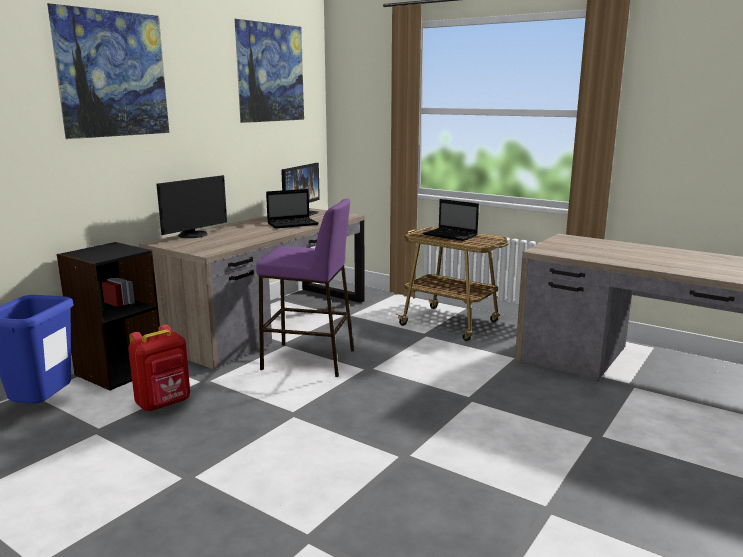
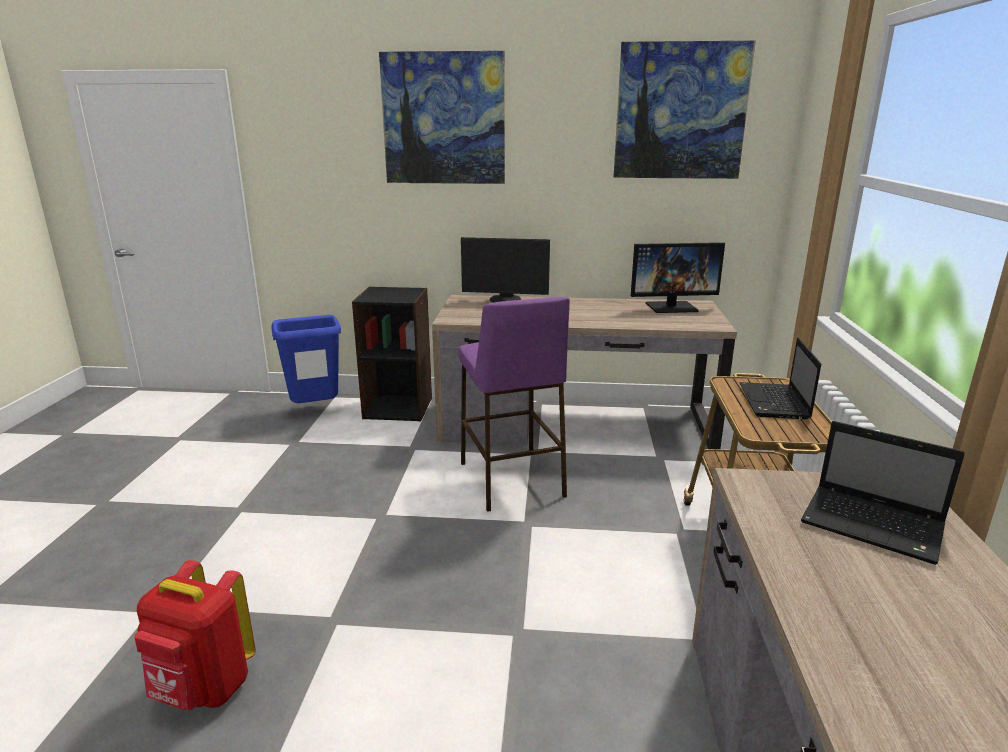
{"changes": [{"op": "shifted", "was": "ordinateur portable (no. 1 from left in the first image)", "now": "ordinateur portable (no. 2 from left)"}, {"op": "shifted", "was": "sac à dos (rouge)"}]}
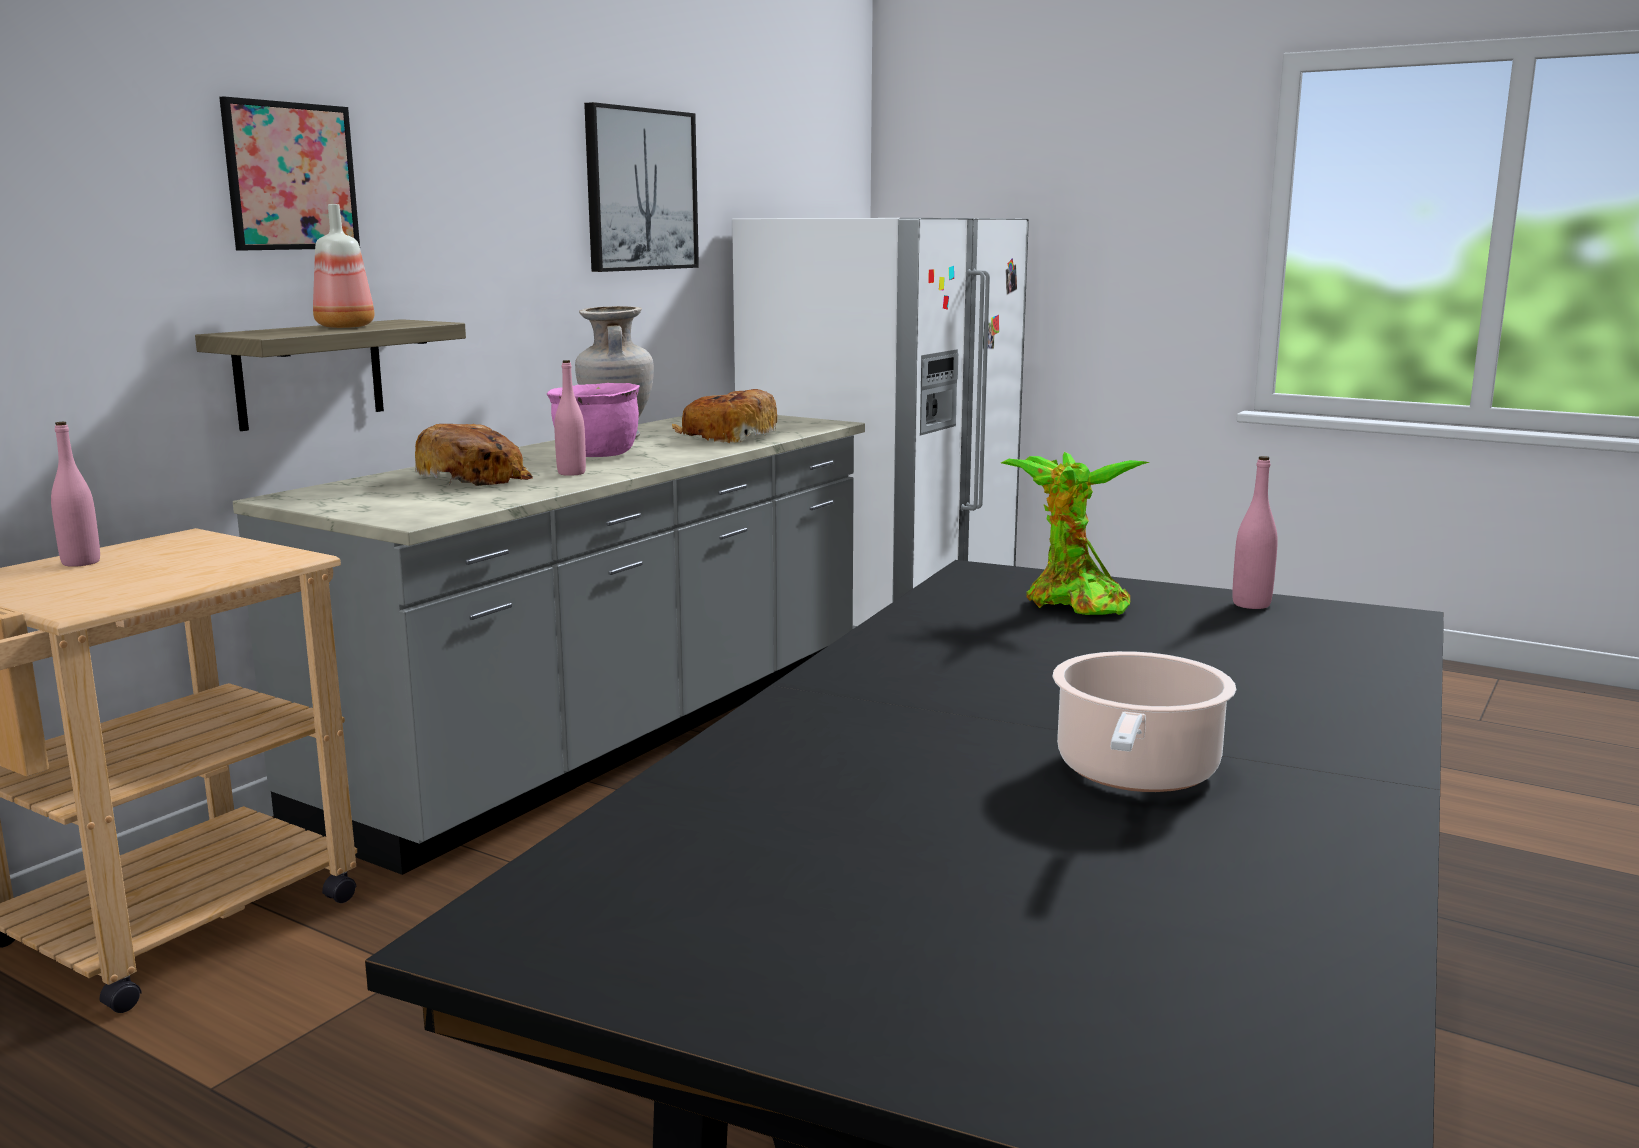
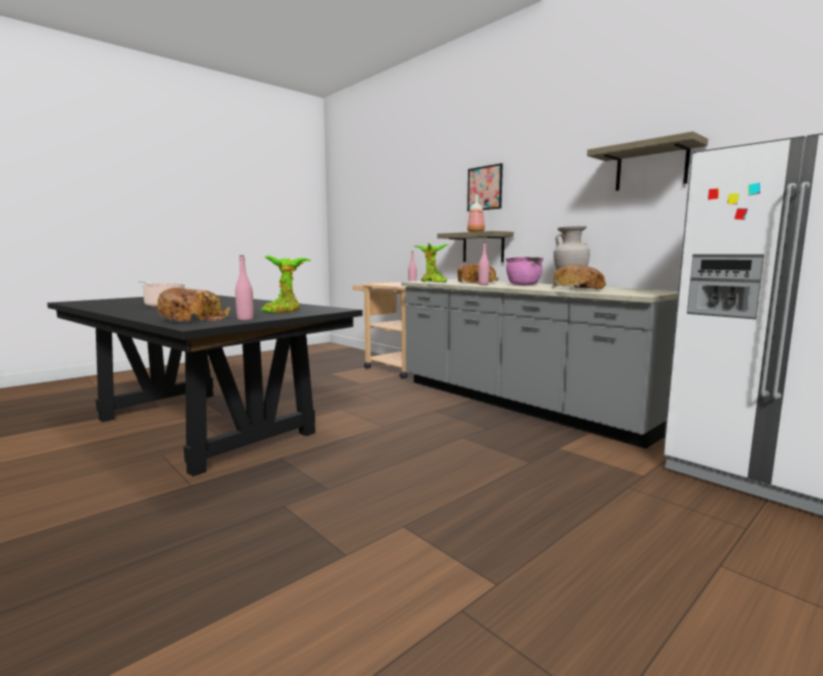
{"changes": [{"op": "swapped", "was": "tableau (no. 2 from left)", "now": "étagère (no. 2 from left)"}, {"op": "new", "now": "plante en pot (no. 2 from left)"}, {"op": "new", "now": "pain (no. 1 from left)"}]}
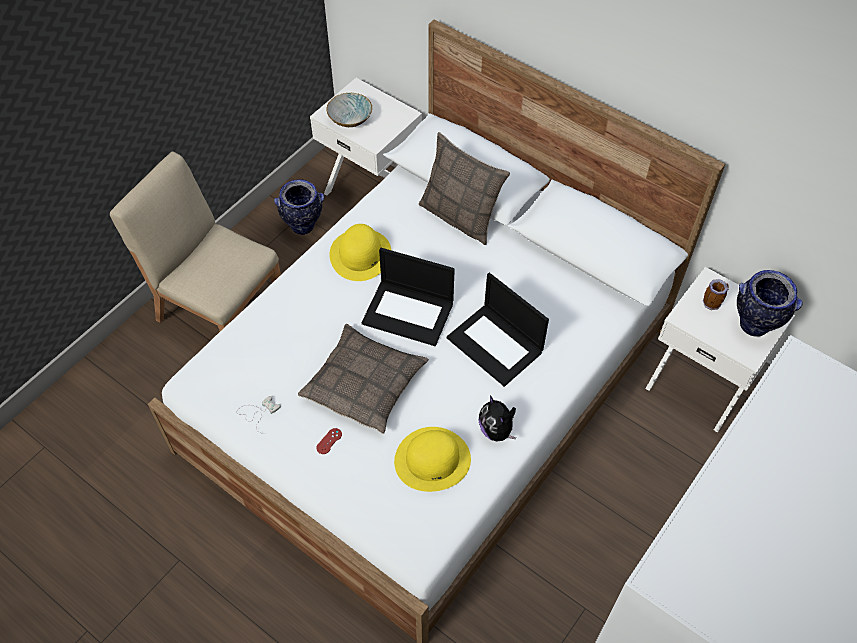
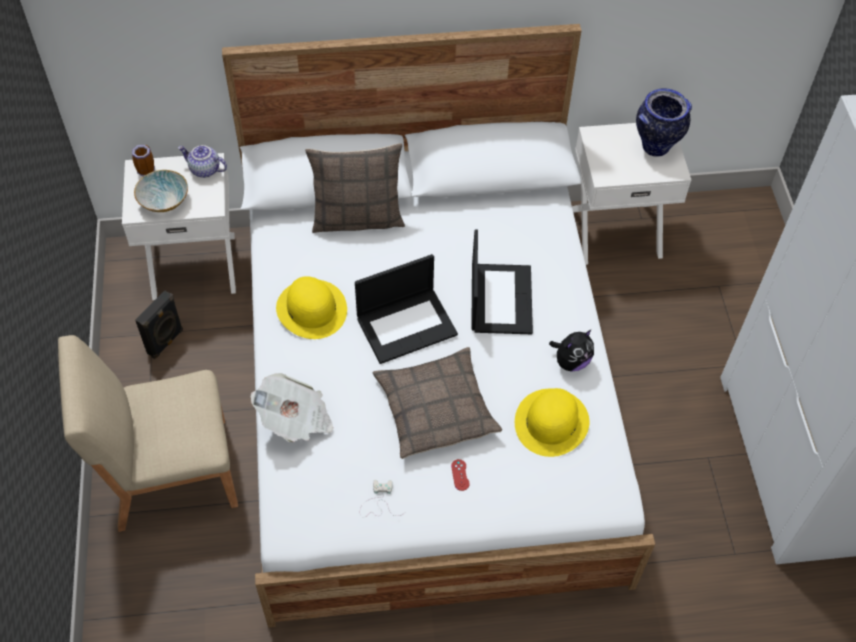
{"changes": [{"op": "swapped", "was": "vase (no. 1 from left)", "now": "enceinte (noir)"}, {"op": "rotated", "was": "ordinateur portable (no. 2 from left)", "clockwise": -90}, {"op": "shifted", "was": "mug"}, {"op": "rotated", "was": "peluche", "clockwise": -60}, {"op": "new", "now": "théière"}, {"op": "new", "now": "journal"}]}
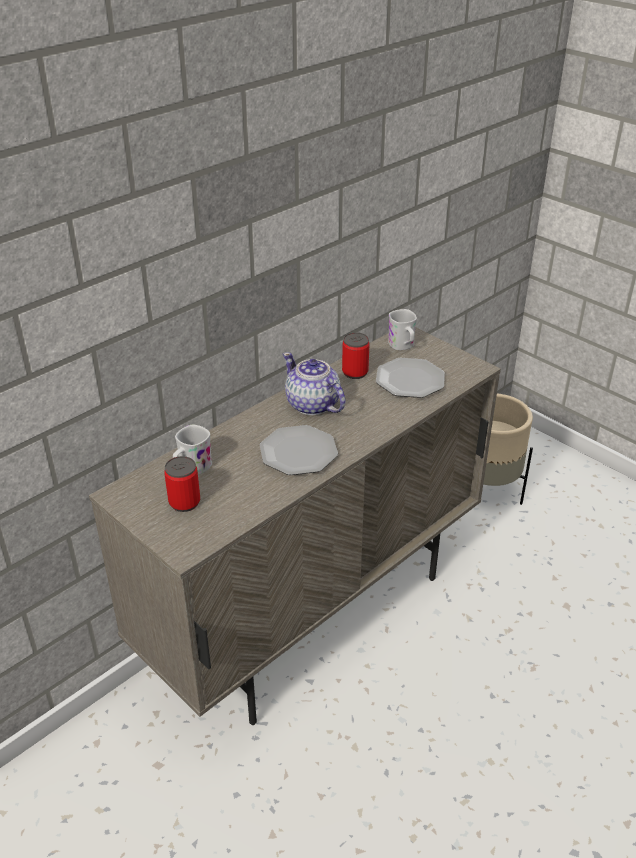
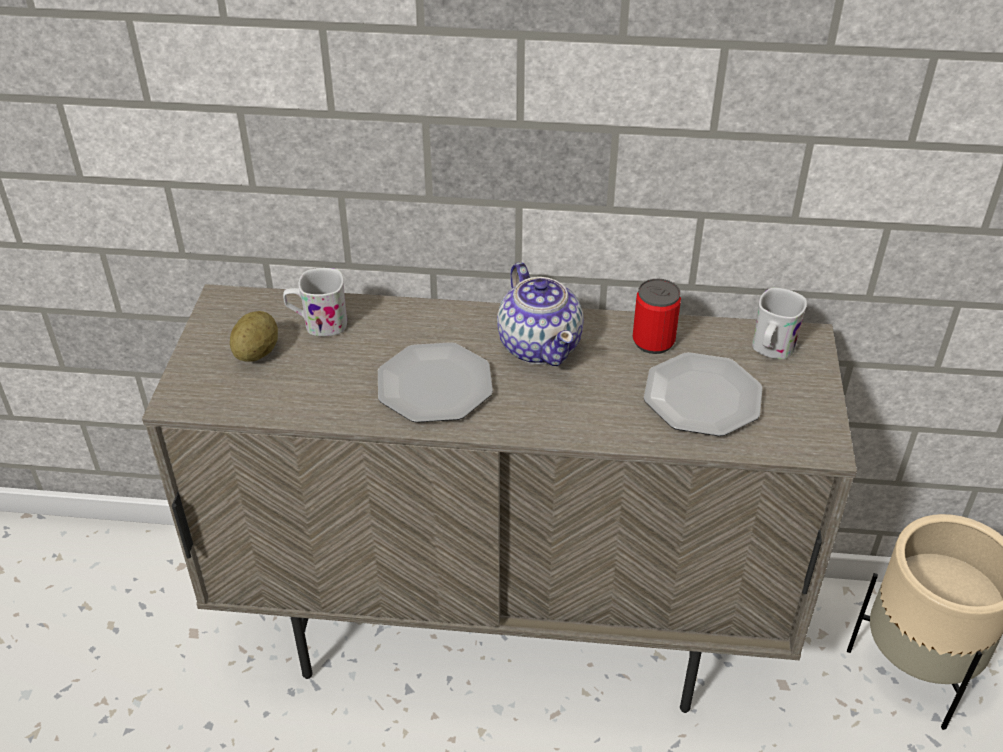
{"changes": [{"op": "rotated", "was": "théière", "clockwise": 150}, {"op": "swapped", "was": "boîte métallique (no. 1 from left)", "now": "pomme de terre"}]}
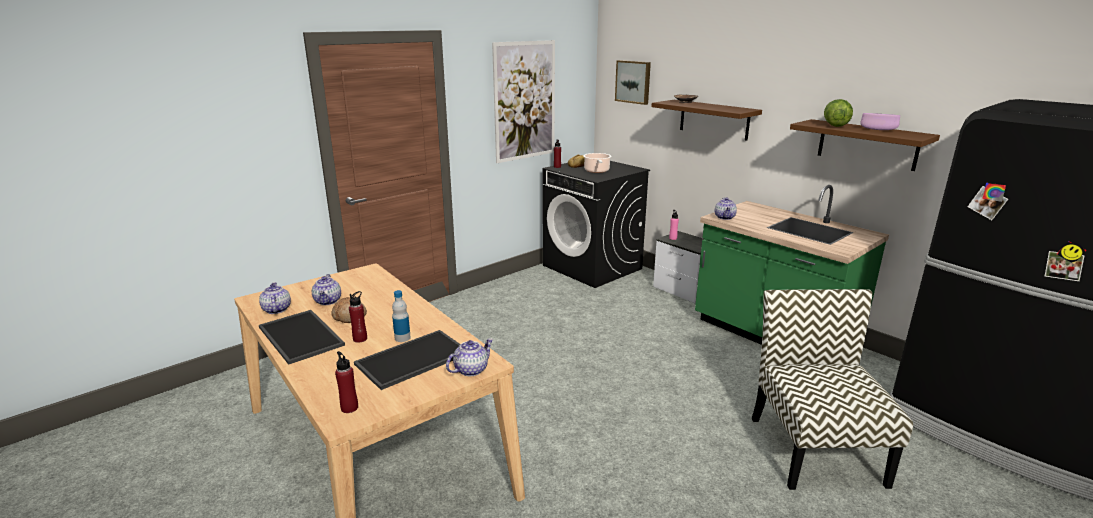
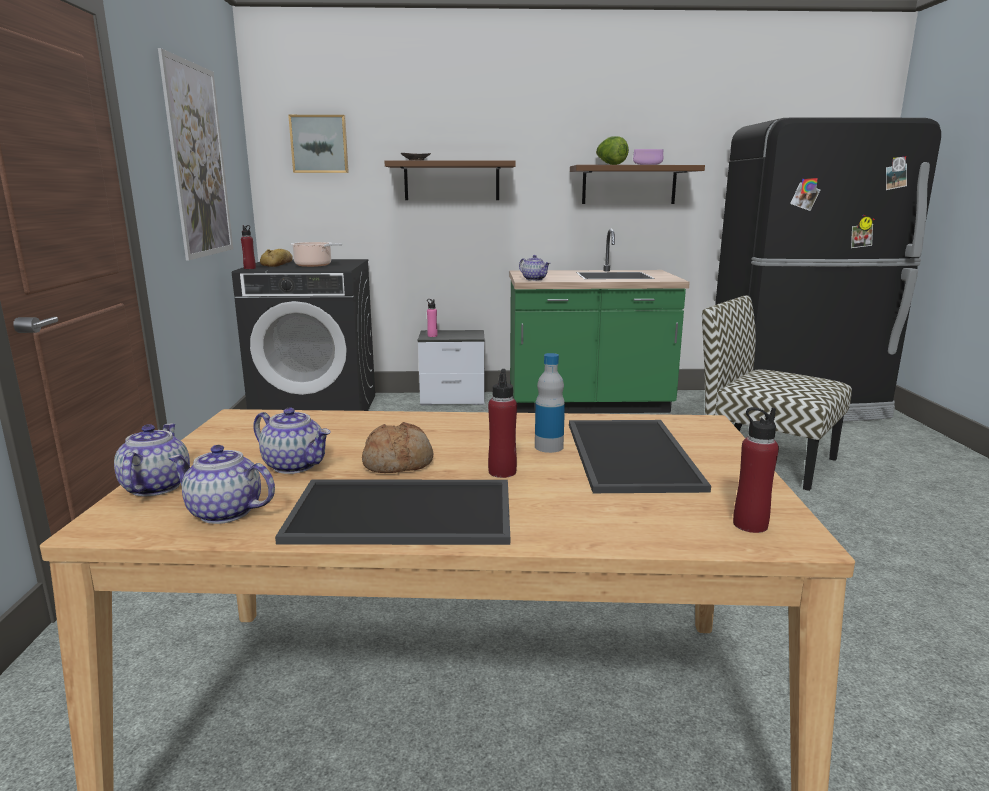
{"changes": [{"op": "shifted", "was": "théière (no. 3 from left in the first image)", "now": "théière (no. 1 from left)"}]}
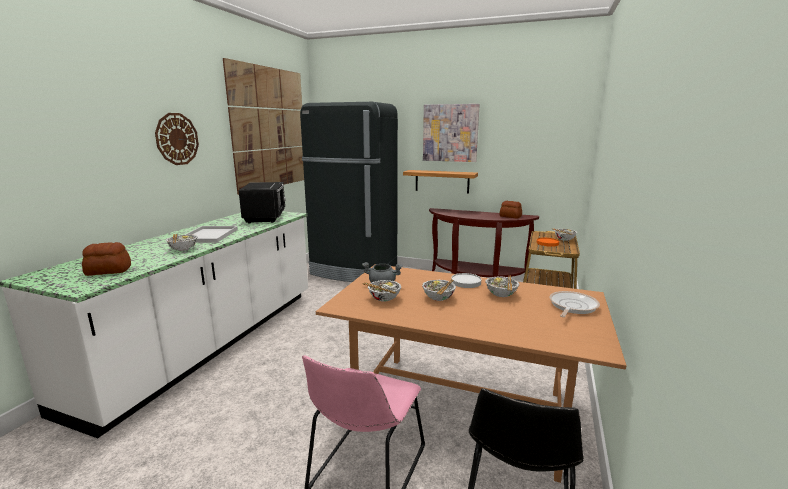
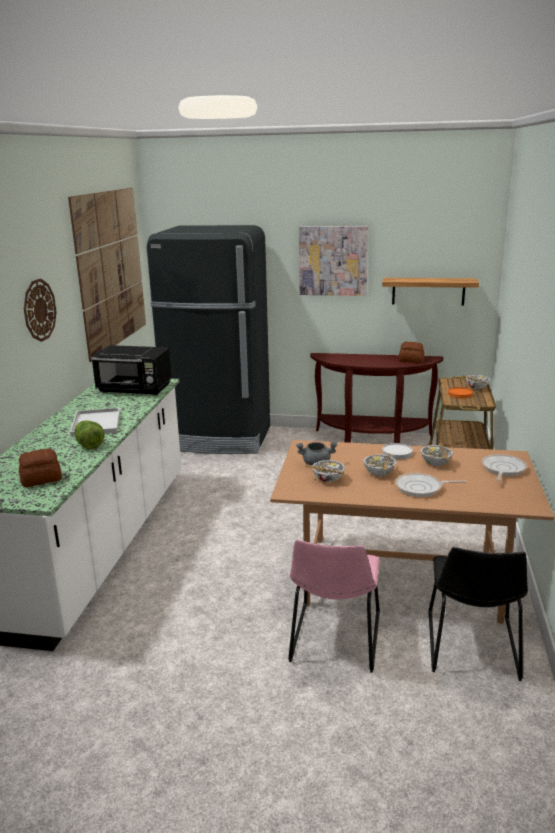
{"changes": [{"op": "shifted", "was": "étagère"}, {"op": "rotated", "was": "micro-ondes (noir)", "clockwise": 120}, {"op": "swapped", "was": "bol (no. 1 from left)", "now": "laitue"}, {"op": "new", "now": "poêle (no. 1 from left)"}]}
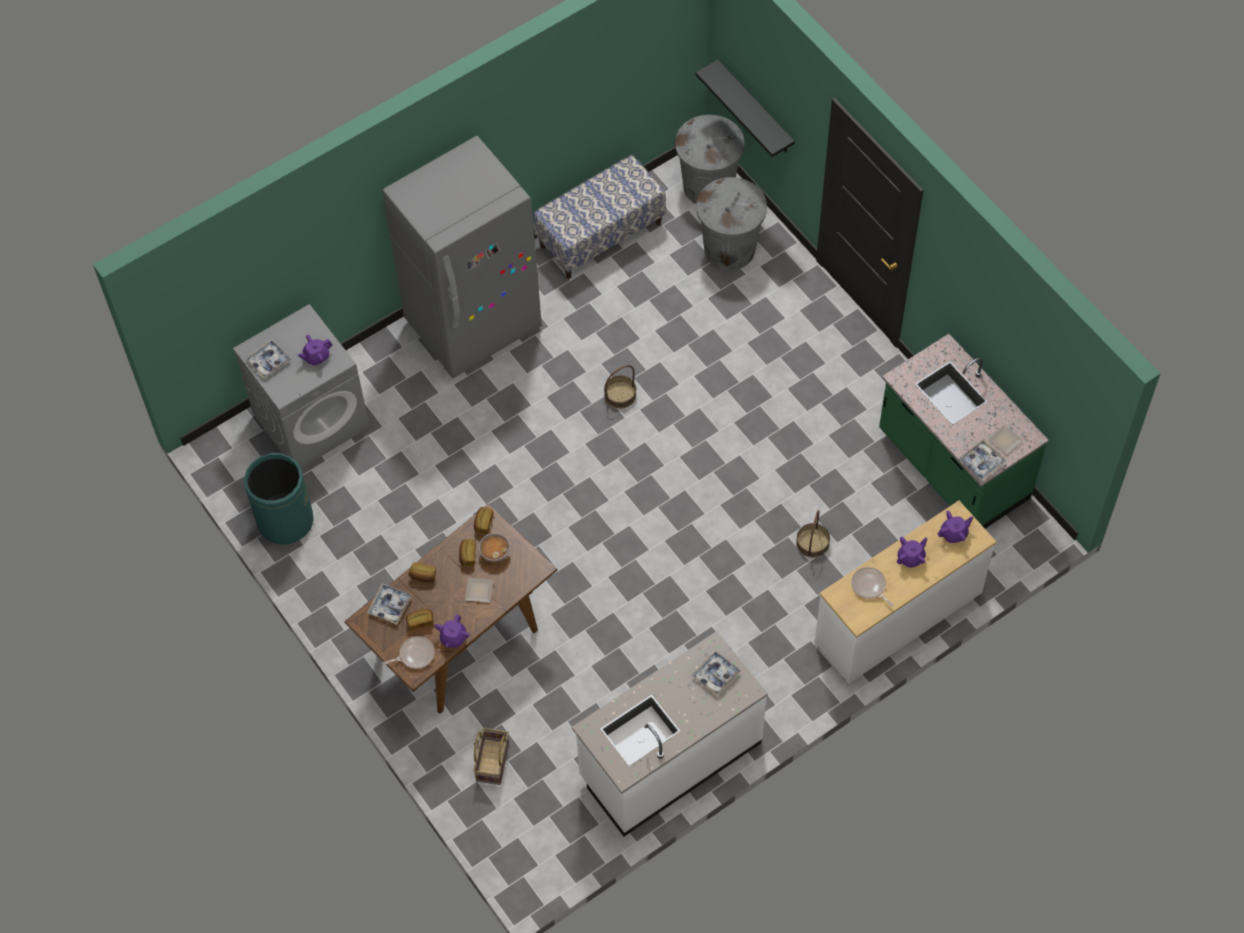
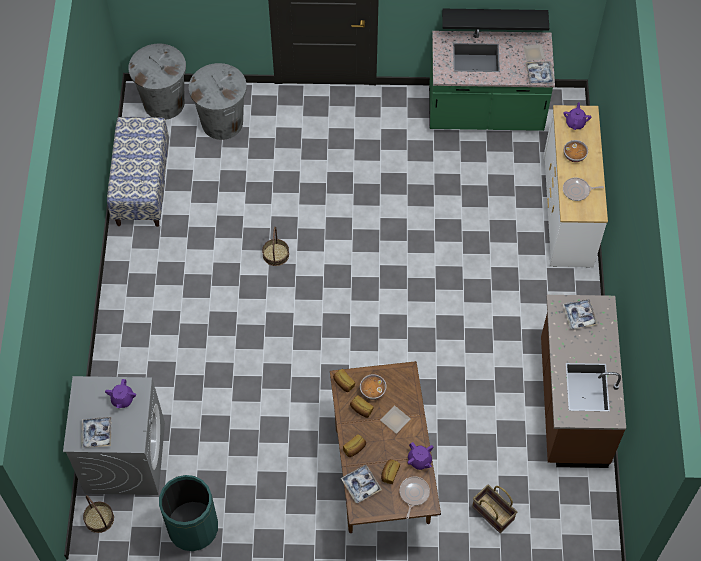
{"changes": [{"op": "shifted", "was": "étagère (noir)"}, {"op": "gone", "was": "réfrigérateur (gris)"}, {"op": "shifted", "was": "panier (no. 3 from left in the first image)", "now": "panier (no. 1 from left)"}, {"op": "swapped", "was": "théière (violet) (no. 3 from left)", "now": "bol (no. 2 from left)"}, {"op": "repainted", "was": "comptoir de cuisine (blanc)", "now": "comptoir de cuisine (marron)"}]}
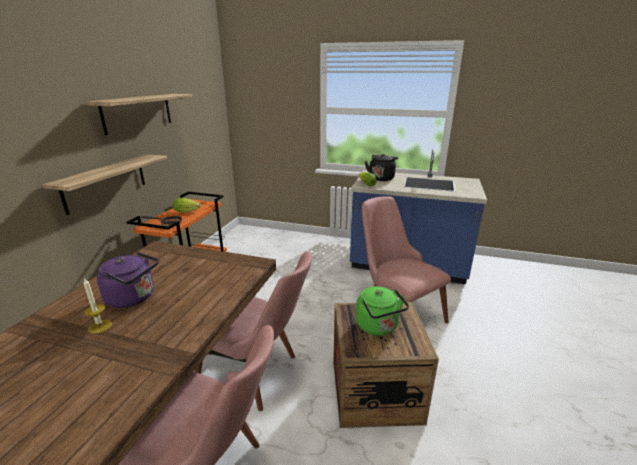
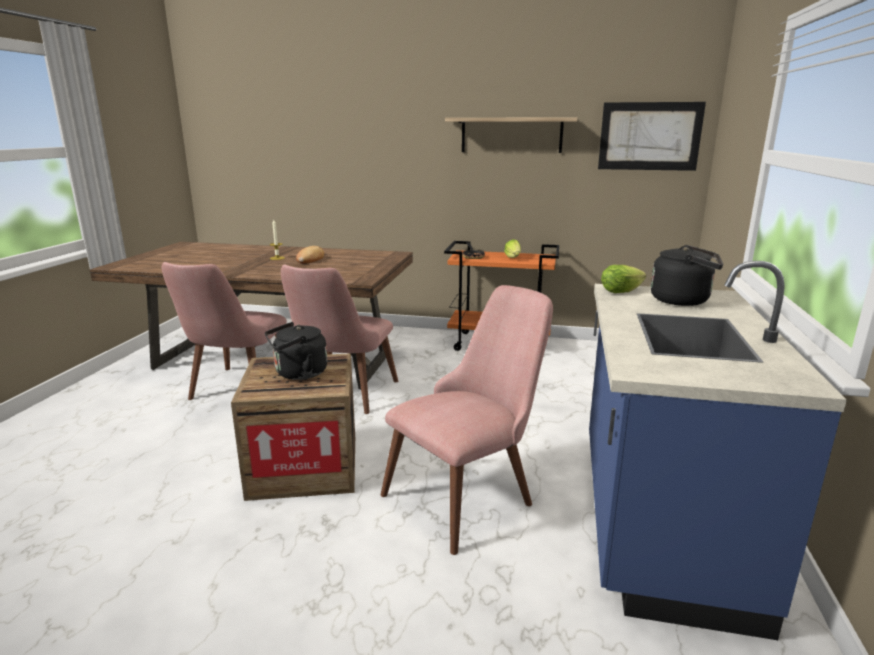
{"changes": [{"op": "gone", "was": "étagère (no. 1 from left)"}, {"op": "swapped", "was": "bouilloire (violet)", "now": "pain"}, {"op": "repainted", "was": "bouilloire (vert)", "now": "bouilloire (noir) (no. 1 from left)"}, {"op": "new", "now": "tableau"}]}
